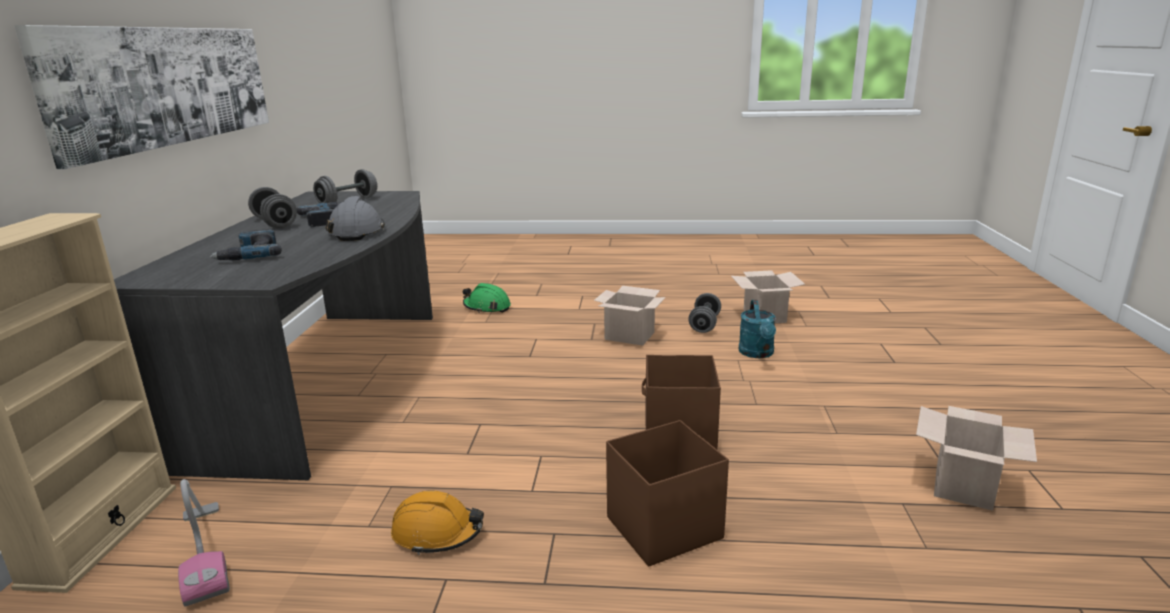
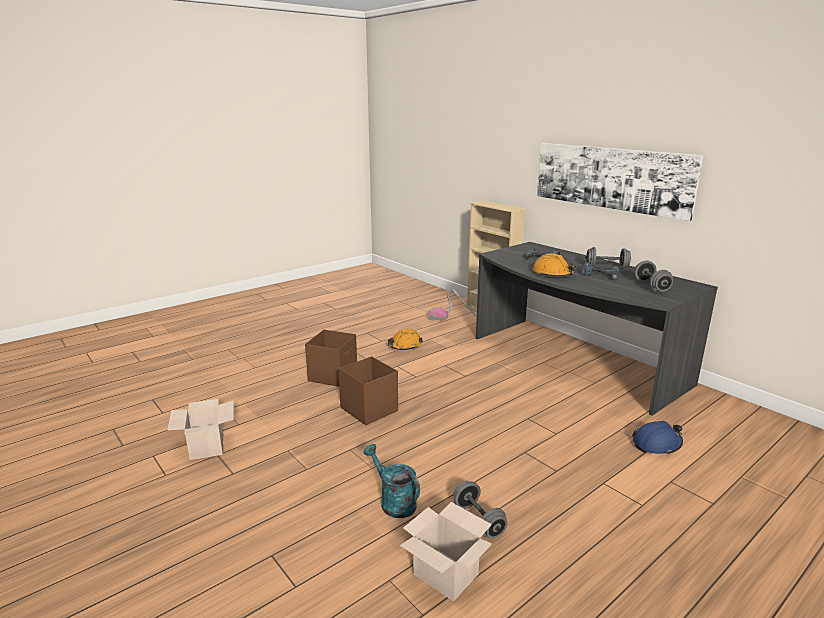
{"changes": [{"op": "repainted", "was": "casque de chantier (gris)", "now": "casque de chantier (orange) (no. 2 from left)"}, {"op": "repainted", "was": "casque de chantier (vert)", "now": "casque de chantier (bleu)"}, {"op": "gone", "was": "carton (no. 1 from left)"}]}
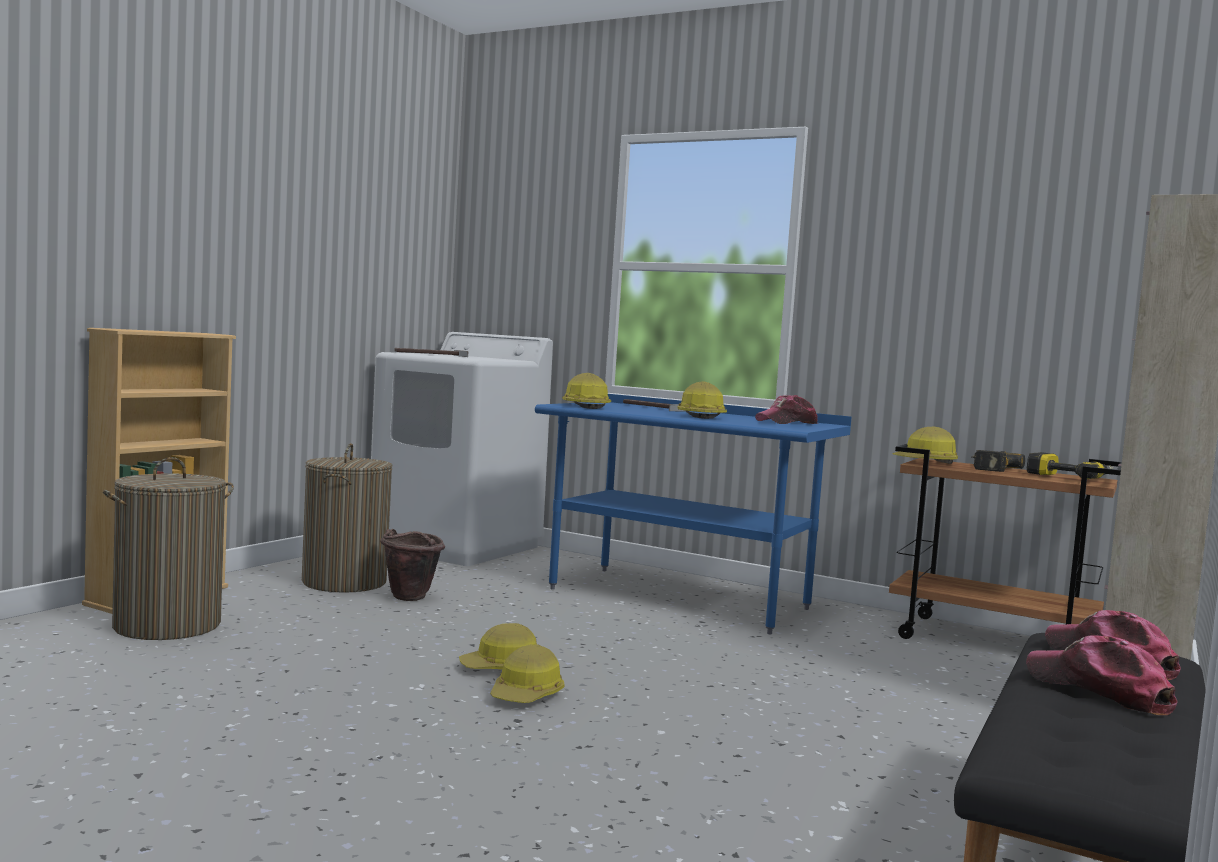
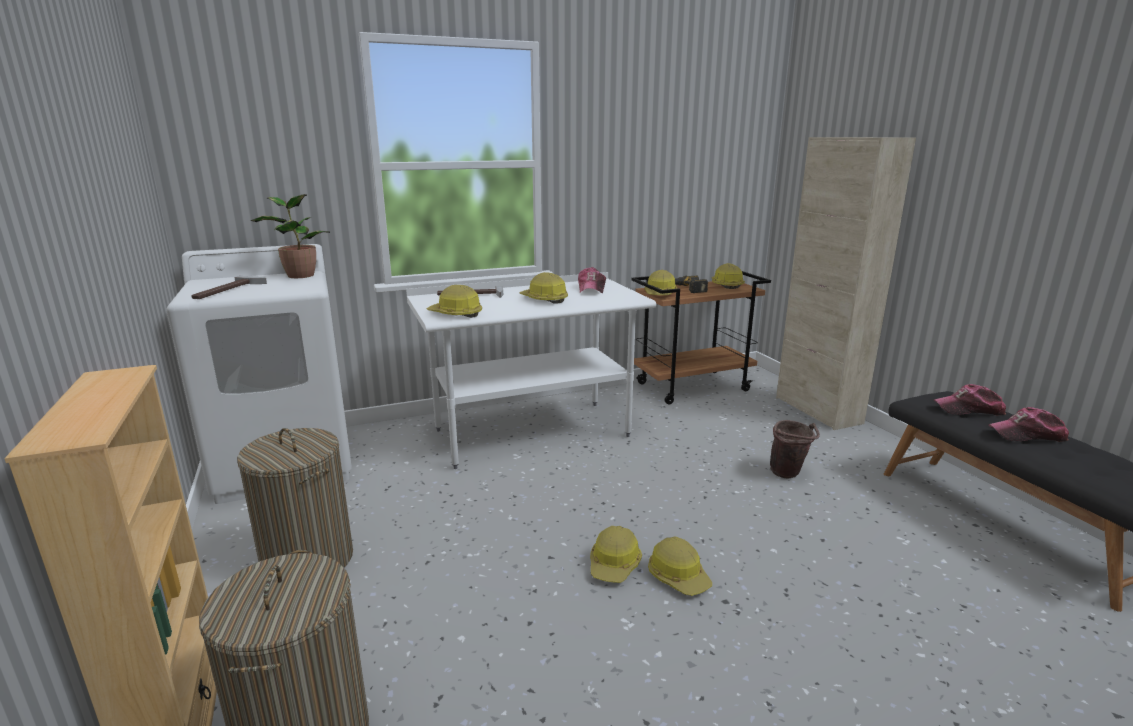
{"changes": [{"op": "repainted", "was": "bureau (bleu)", "now": "bureau (blanc)"}, {"op": "swapped", "was": "perceuse (no. 2 from left)", "now": "casque de chantier (no. 6 from left)"}, {"op": "shifted", "was": "seau (marron)"}, {"op": "new", "now": "plante en pot"}]}
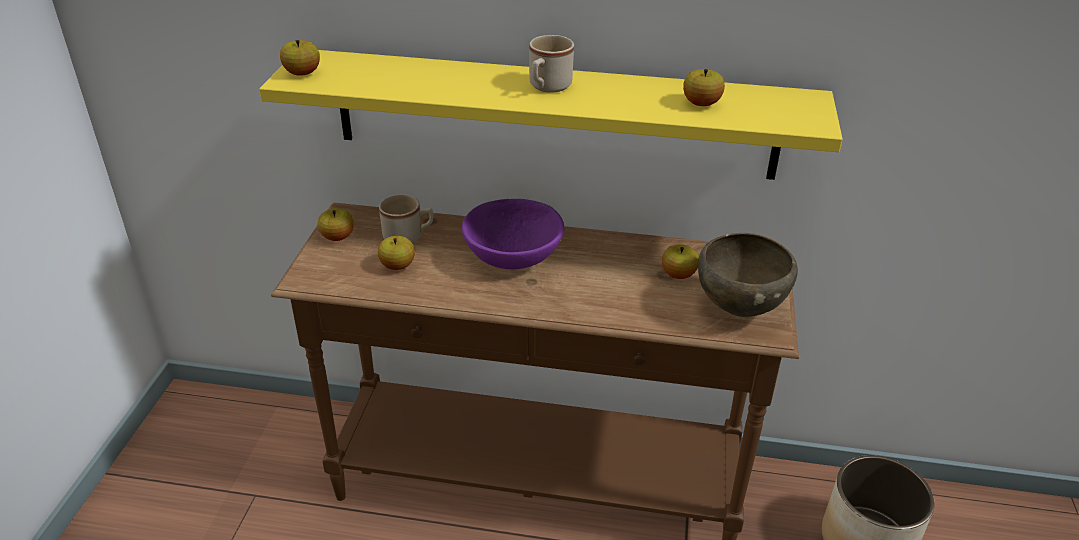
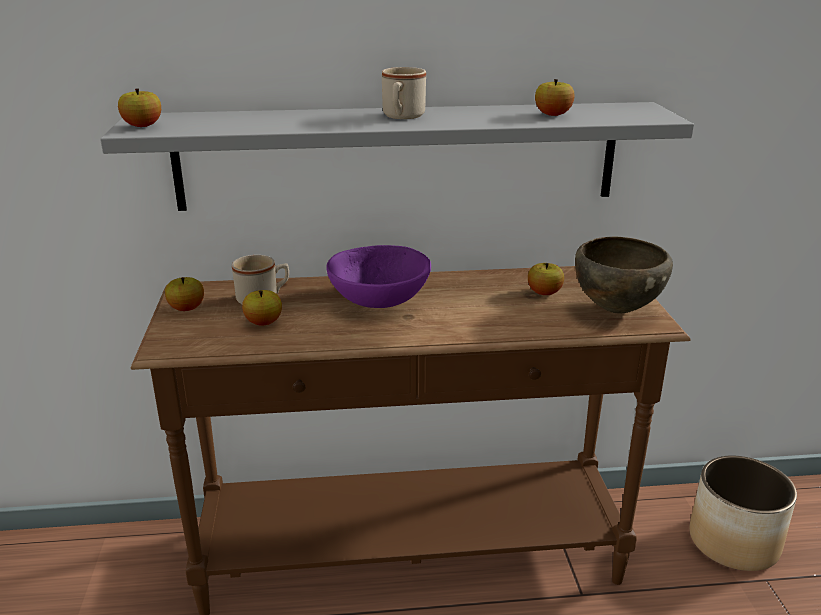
{"changes": [{"op": "repainted", "was": "étagère (jaune)", "now": "étagère (gris)"}]}
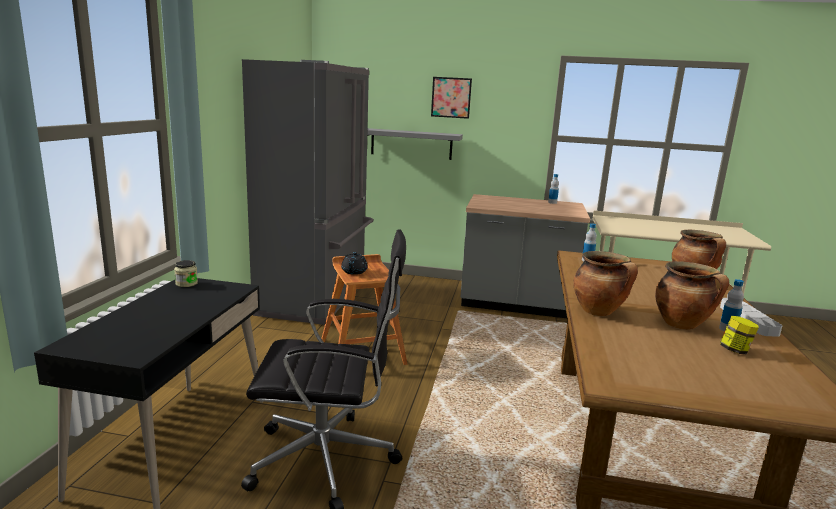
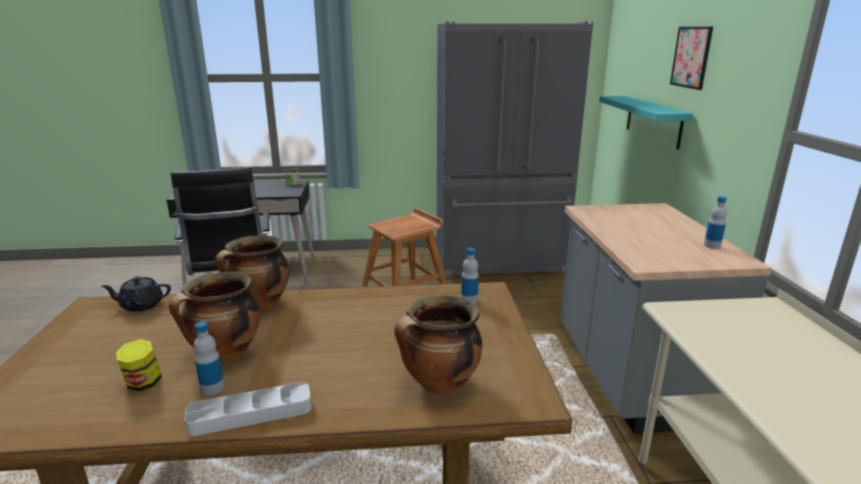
{"changes": [{"op": "repainted", "was": "étagère (gris)", "now": "étagère (turquoise)"}, {"op": "shifted", "was": "théière (noir)"}]}
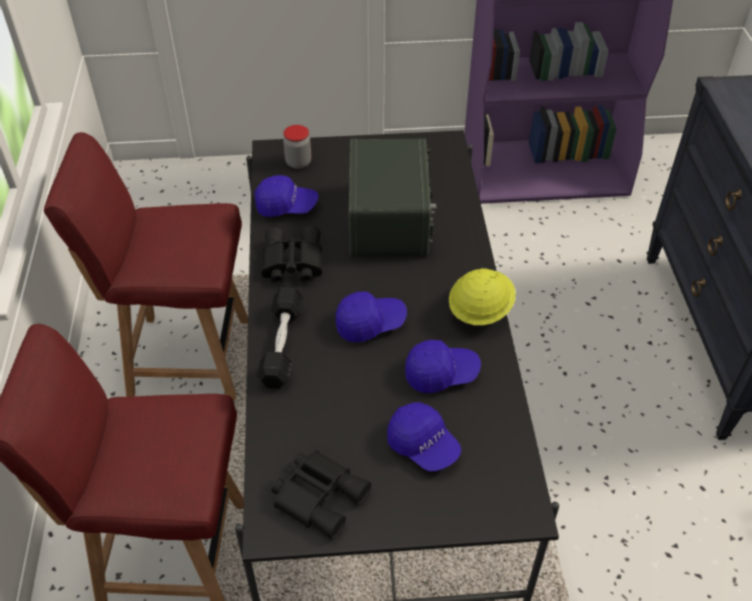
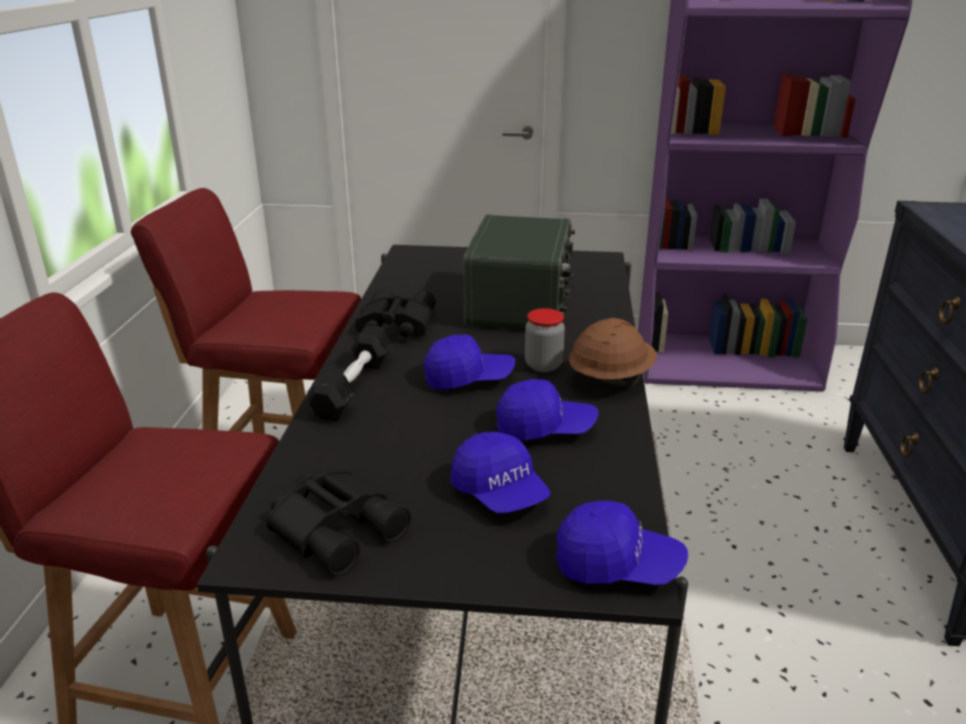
{"changes": [{"op": "shifted", "was": "bocal"}, {"op": "shifted", "was": "casquette (bleu) (no. 1 from left in the first image)", "now": "casquette (bleu) (no. 4 from left)"}, {"op": "repainted", "was": "casque de chantier (jaune)", "now": "casque de chantier (marron)"}]}
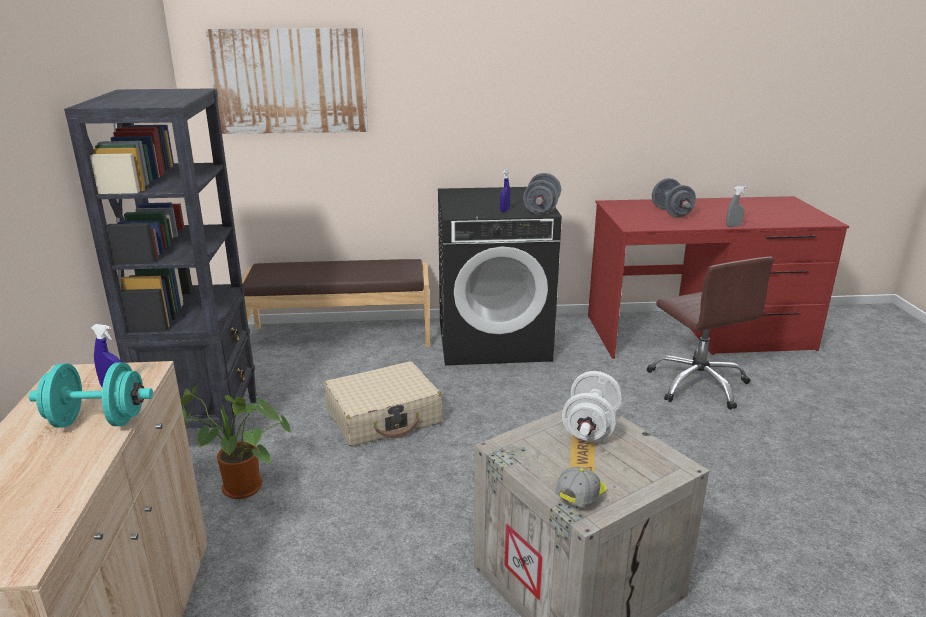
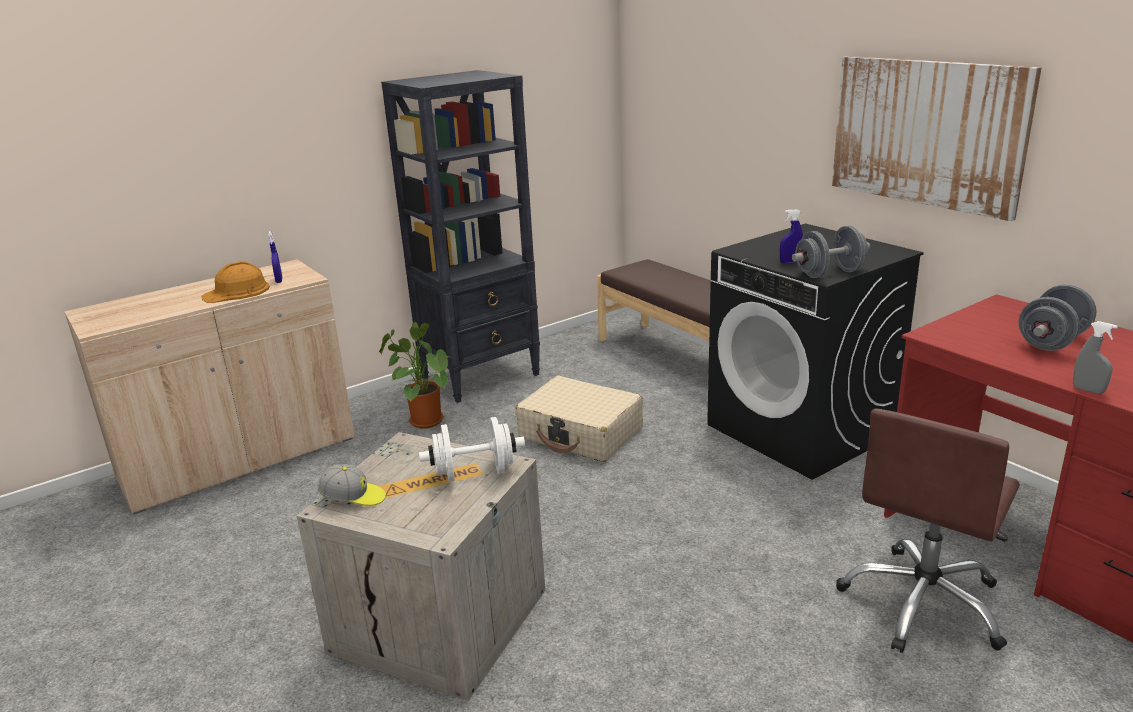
{"changes": [{"op": "shifted", "was": "tableau"}, {"op": "swapped", "was": "haltère (turquoise)", "now": "casque de chantier (orange)"}]}
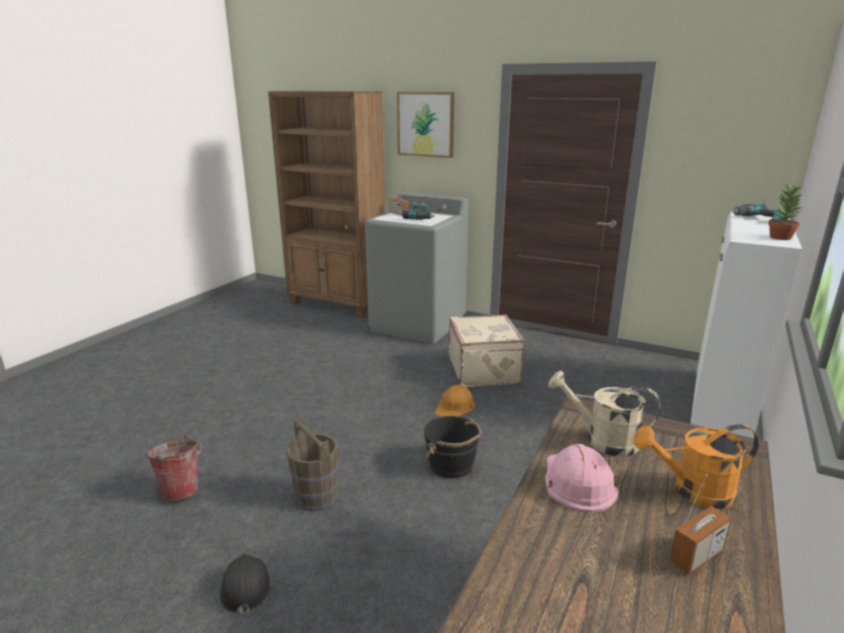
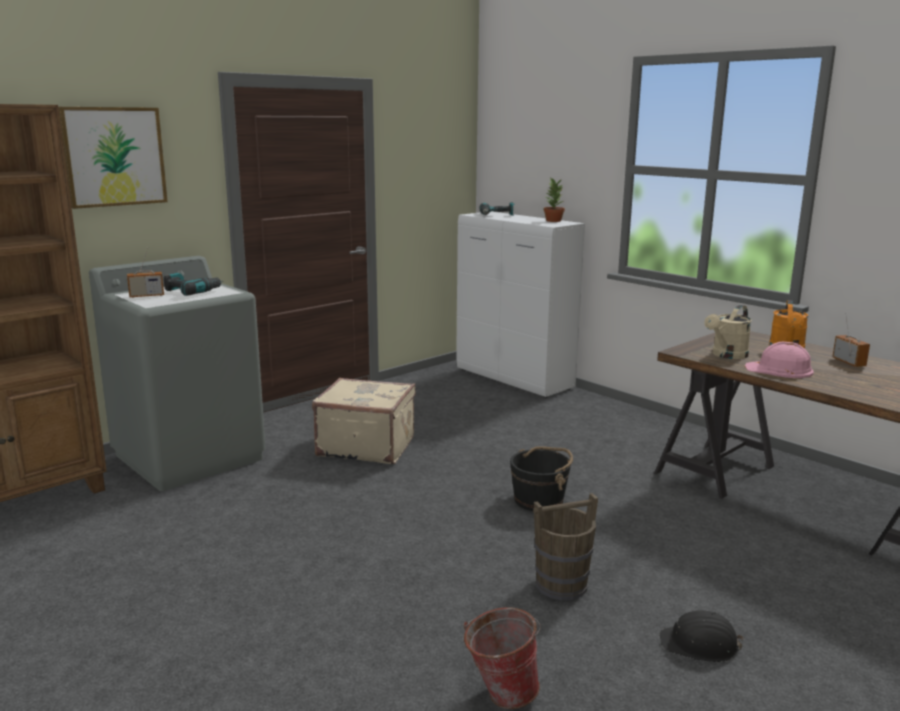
{"changes": [{"op": "gone", "was": "casque de chantier (orange)"}]}
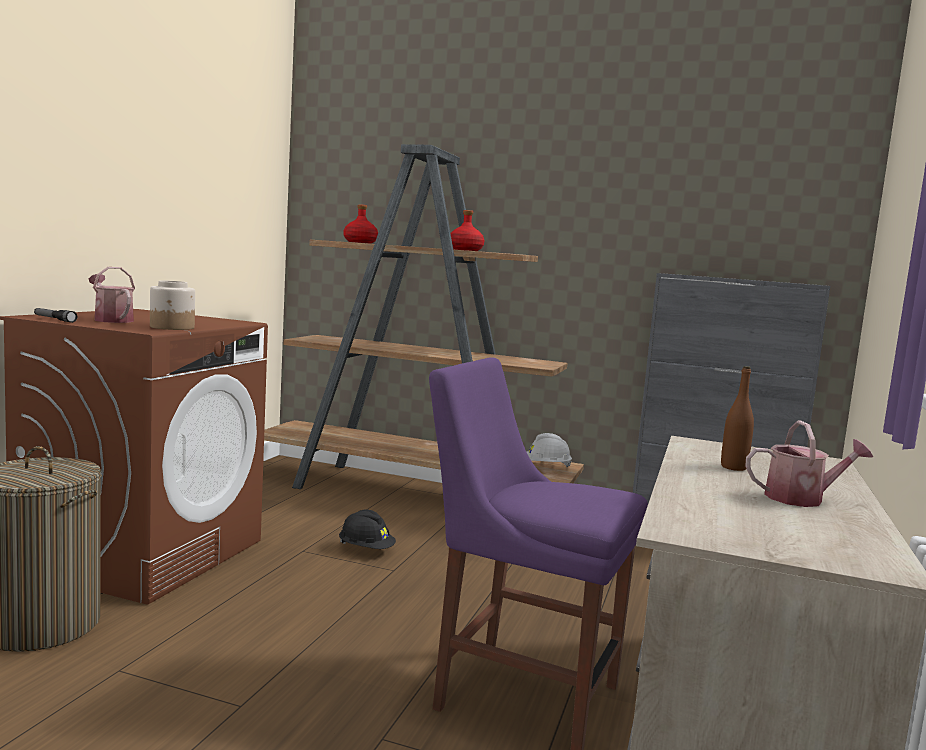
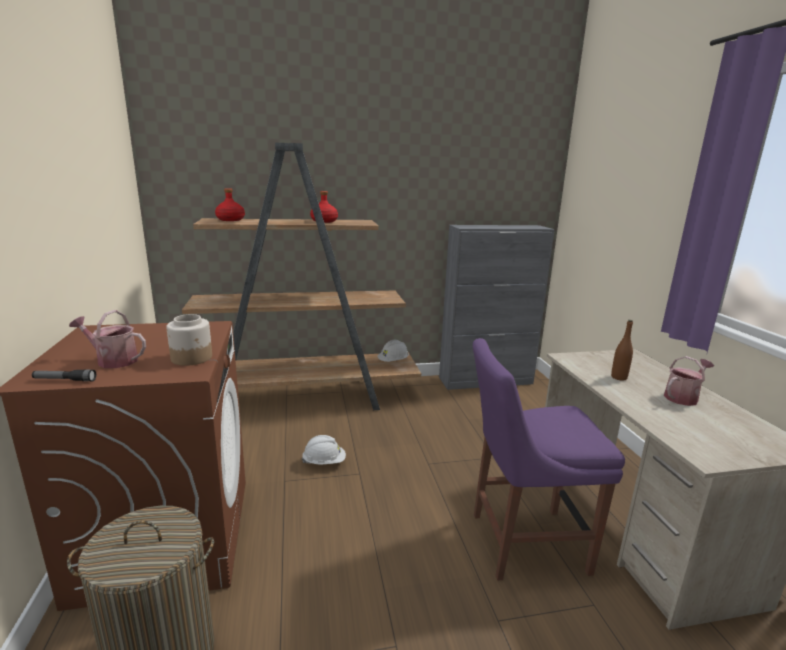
{"changes": [{"op": "repainted", "was": "casque de chantier (noir)", "now": "casque de chantier (blanc) (no. 1 from left)"}]}
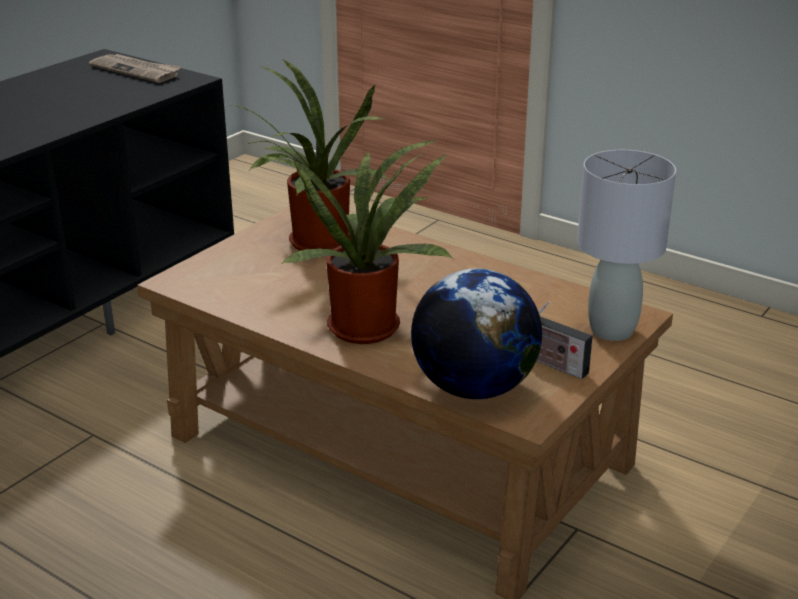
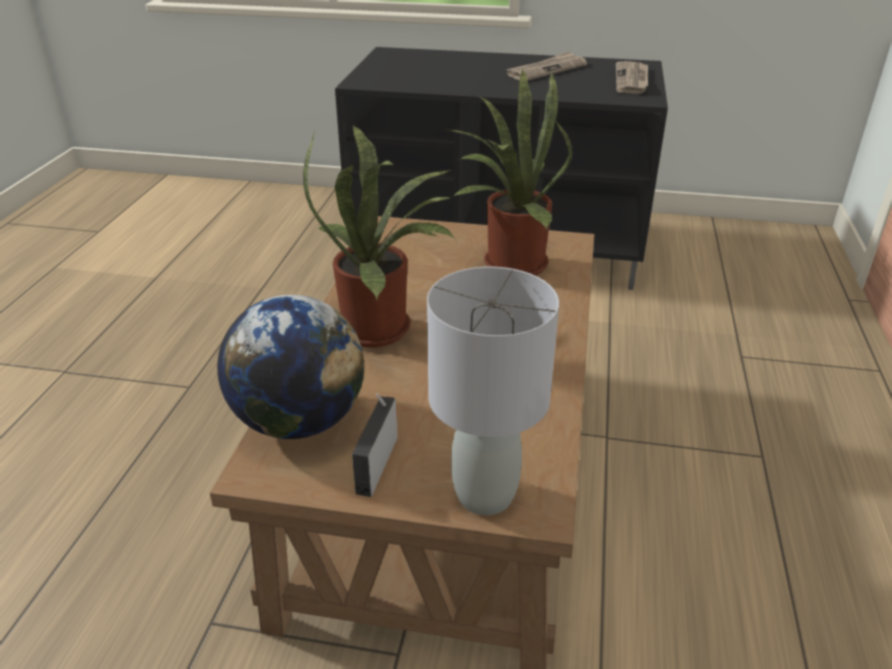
{"changes": [{"op": "new", "now": "journal (no. 1 from left)"}]}
